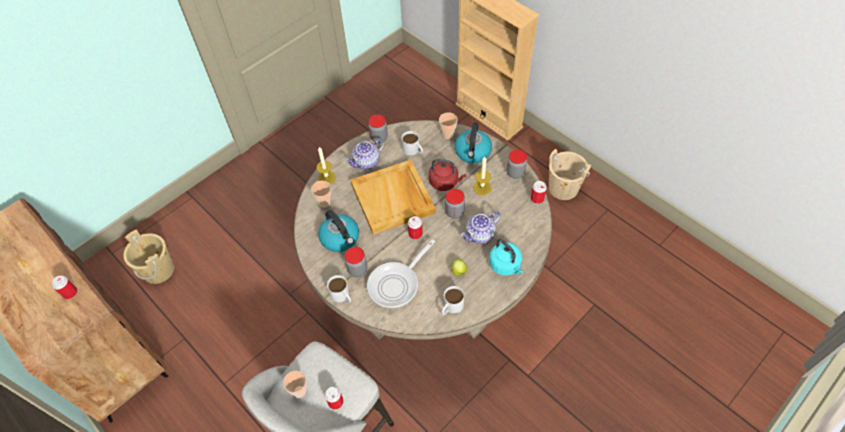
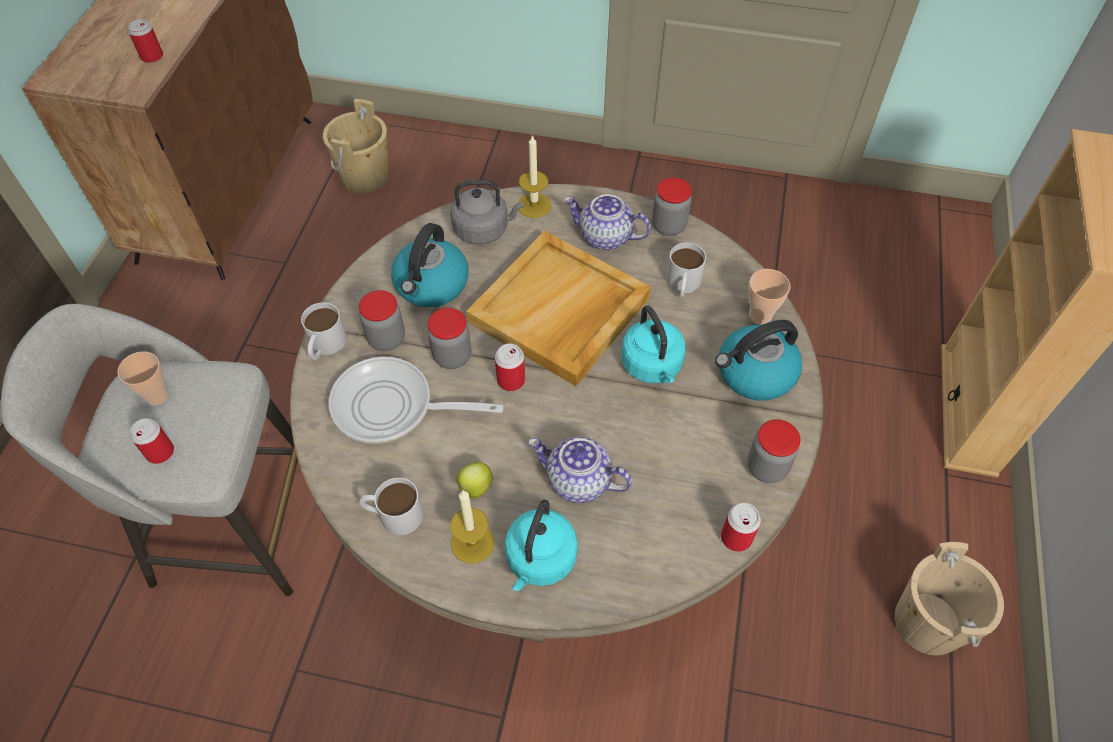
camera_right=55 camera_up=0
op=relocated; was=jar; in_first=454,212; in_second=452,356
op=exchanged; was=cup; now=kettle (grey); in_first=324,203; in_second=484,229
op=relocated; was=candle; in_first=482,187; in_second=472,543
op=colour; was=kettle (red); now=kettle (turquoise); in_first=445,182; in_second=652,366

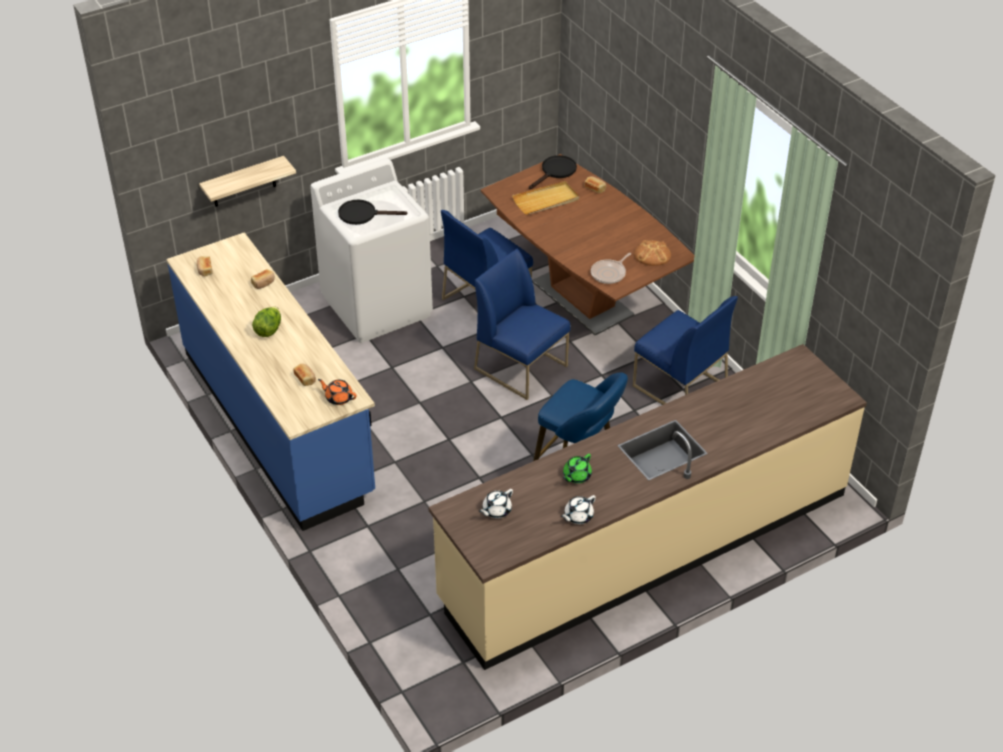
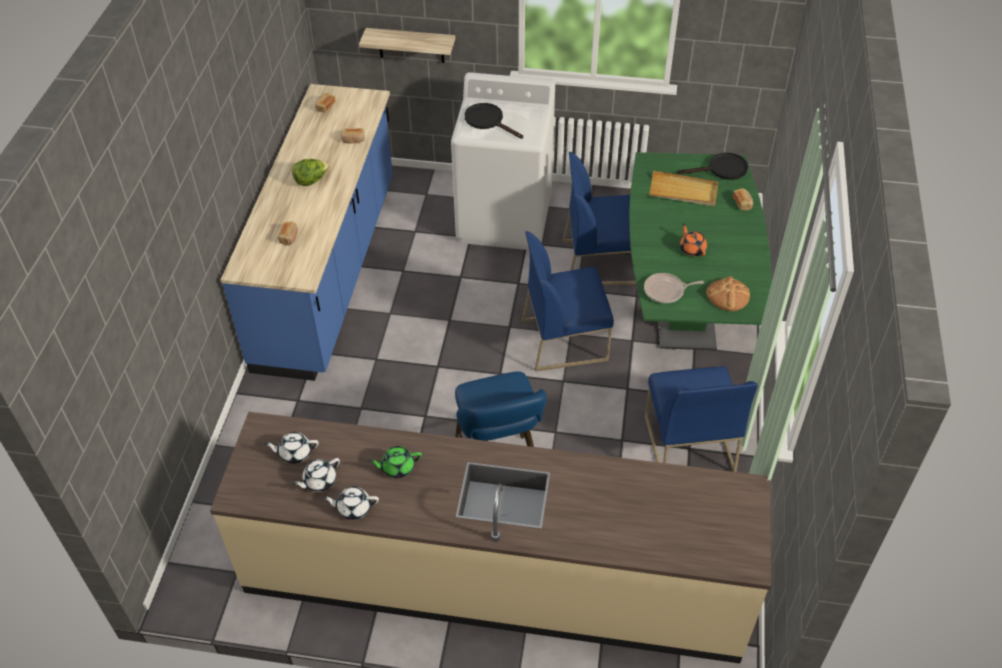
camera_right=40 camera_up=5
op=appeared; now=teapot (white); in_second=319,481
op=spun; was=chair (blue); in_first=522,367; in_second=565,339; clockwise=-90
op=colour; was=dining table (brown); now=dining table (green); in_first=582,299; in_second=684,308
op=relocated; was=teapot (orange); in_first=338,398; in_second=692,249

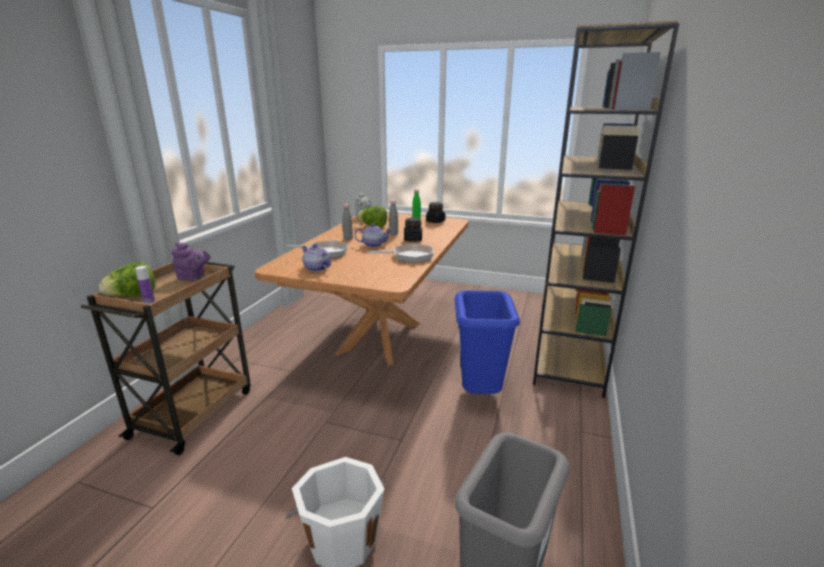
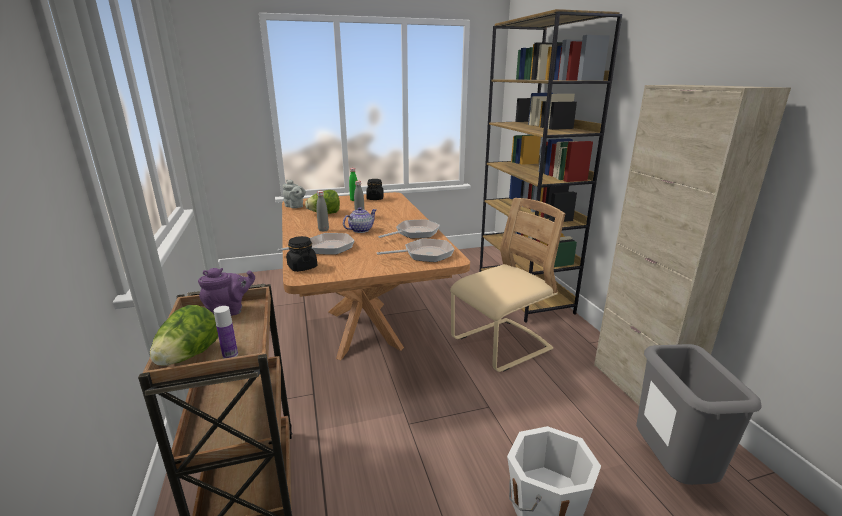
camera_right=-35 camera_up=0
op=relocated; was=jar (black); in_first=413,240; in_second=302,267
op=appeared; now=frying pan; in_second=424,254
op=exchanged; was=trash can (blue); now=chair (beige); in_first=479,395; in_second=501,345
op=appeared; now=cabinet (beige); in_second=639,388
op=missing; was=teapot; in_first=316,268

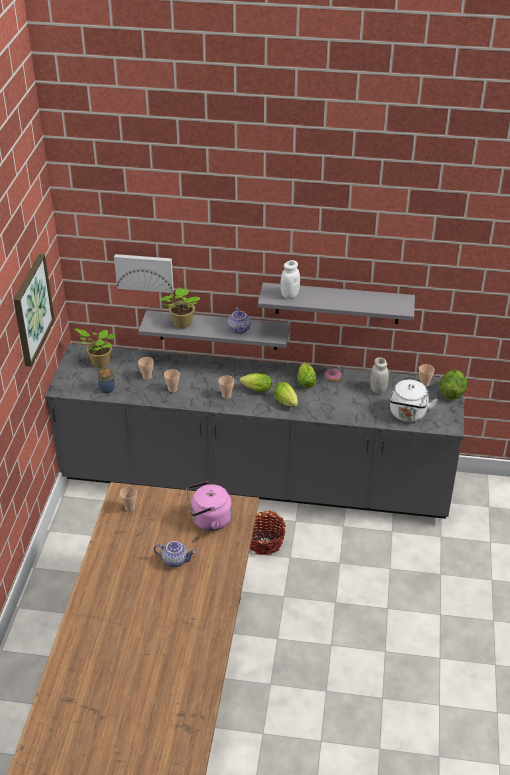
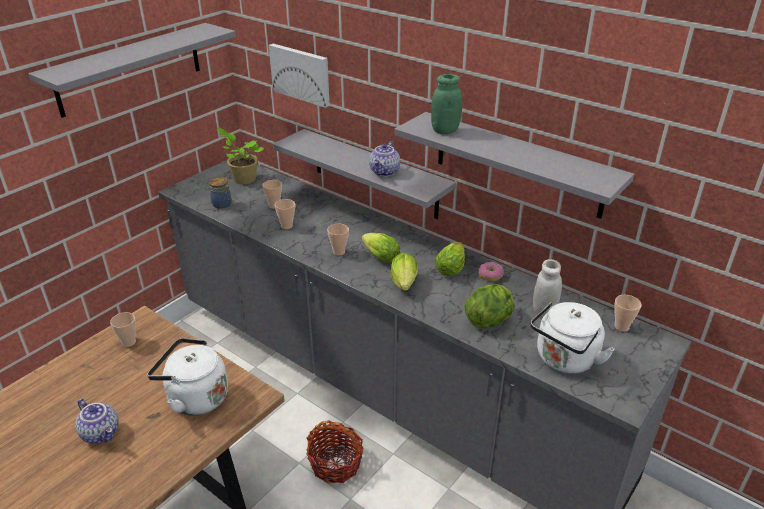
camera_right=30 camera_up=-5
op=exchanged; was=picture; now=shelf (grey); in_first=32,309; in_second=130,69
op=colour; was=kettle (pink); now=kettle (white); in_first=208,520; in_second=194,397
op=colour; was=jar (white); now=jar (green); in_first=289,295; in_second=445,130
op=relocated; was=lettuce; in_first=451,393; in_second=489,320
op=missing; was=potted plant; in_first=181,324

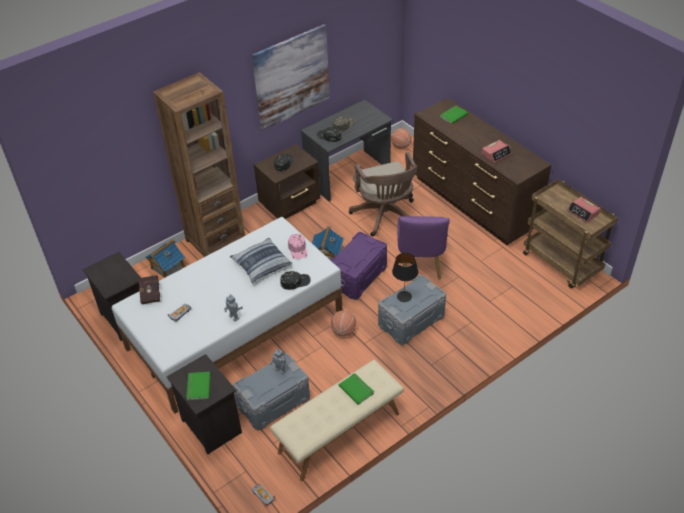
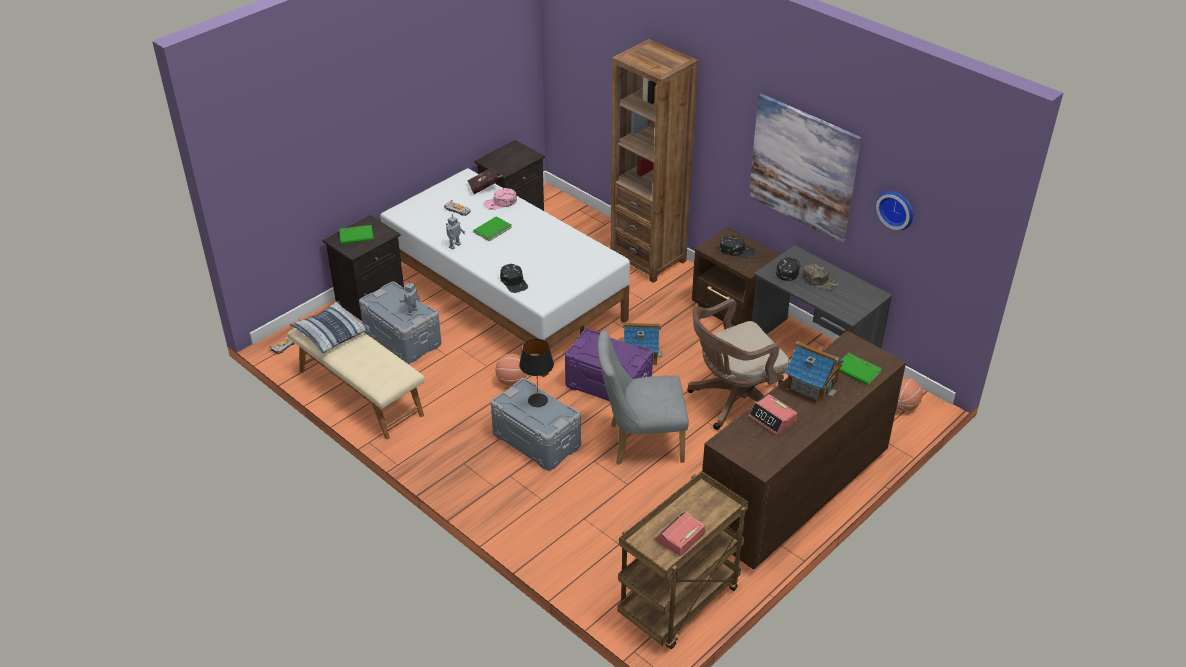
camera_right=80 camera_up=-5
op=relocated; was=pillow; in_first=261,264; in_second=331,333
op=relocated; was=book (green); in_first=357,389; in_second=493,230
op=relocated; was=cap (pink); in_first=298,249; in_second=500,203
op=colour; was=chair (purple); now=chair (grey); in_first=420,266; in_second=640,443
op=relocated; was=toy house; in_first=167,267; in_second=811,384
op=appeared; now=wall clock; in_second=896,209

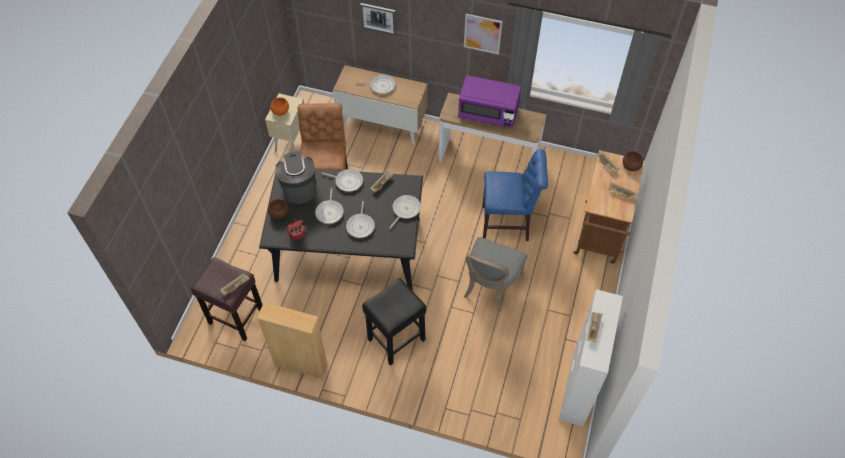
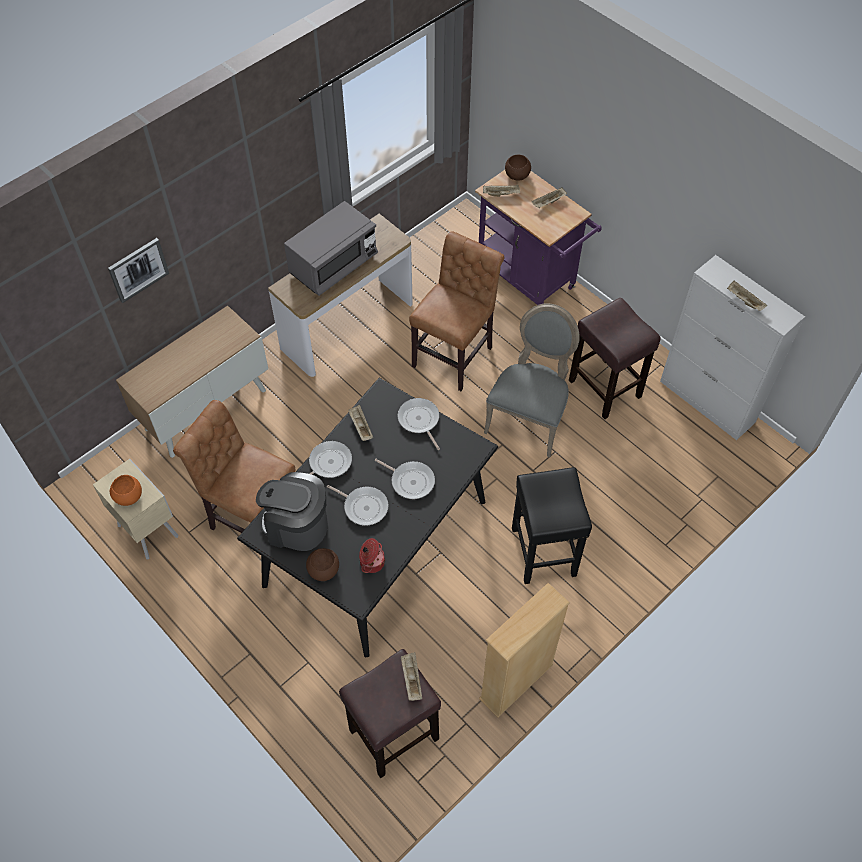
camera_right=-60 camera_up=0
op=colour; was=microwave (purple); now=microwave (grey); in_first=488,113; in_second=333,265
op=colour; was=chair (blue); now=chair (brown); in_first=508,224; in_second=455,354
op=colour; was=cart (brown); now=cart (purple); in_first=599,236; in_second=530,281
op=spun; was=chair (grey); in_first=490,286; in_second=529,417; clockwise=-120
op=appeared; now=stool (brown); in_second=606,389
op=missing; was=frying pan; in_first=381,85
op=missing; was=picture; in_first=482,34

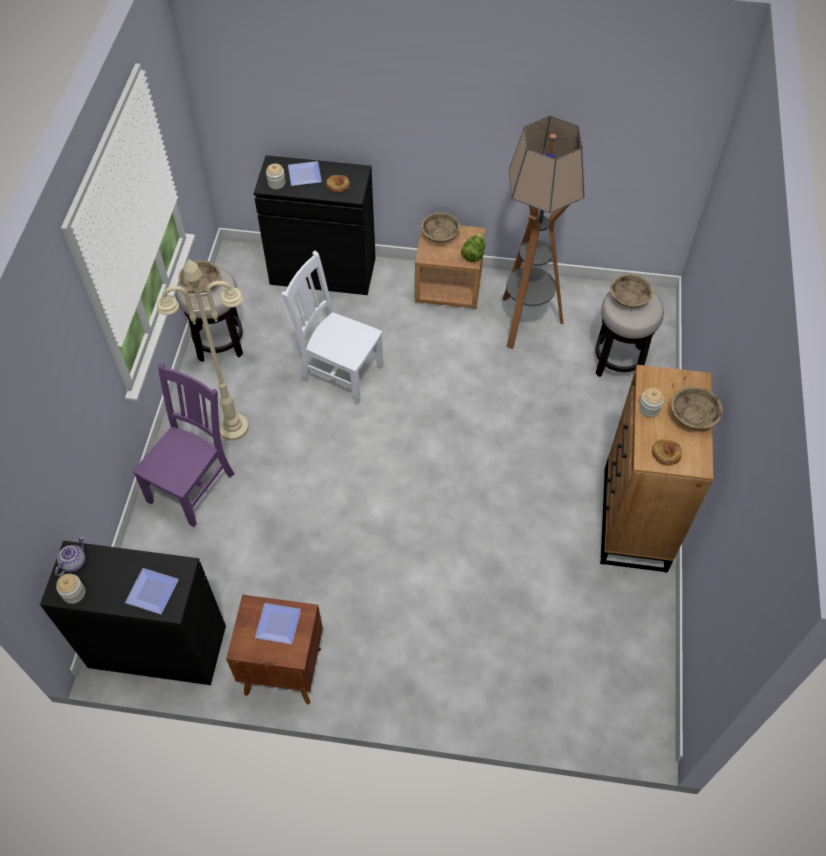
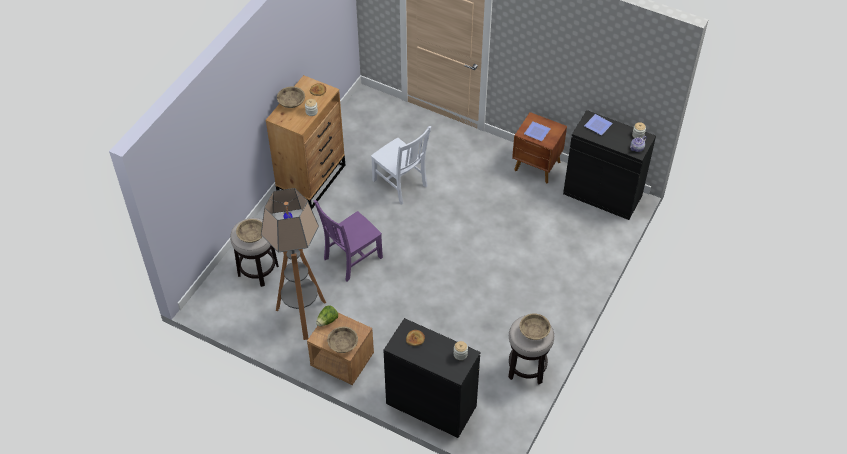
camera_right=-160 camera_up=-5
op=relocated; was=chair (purple); in_first=193,485; in_second=351,259
op=relocated; was=chair (white); in_first=339,371; in_second=401,184
op=missing; was=floor lamp (beige); in_first=234,427
op=missing; was=plate; in_first=303,174

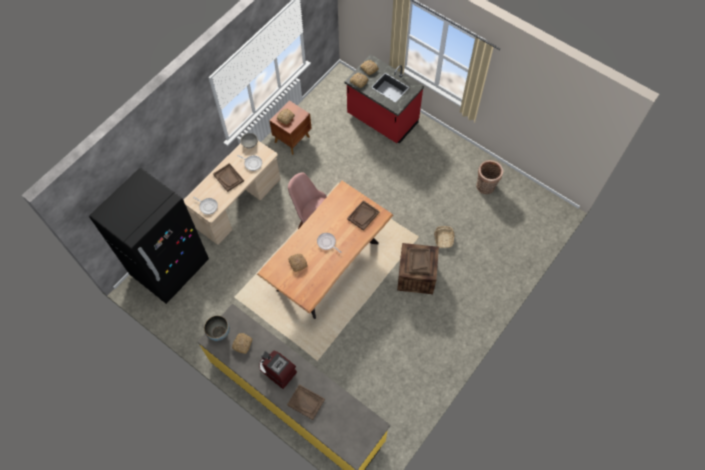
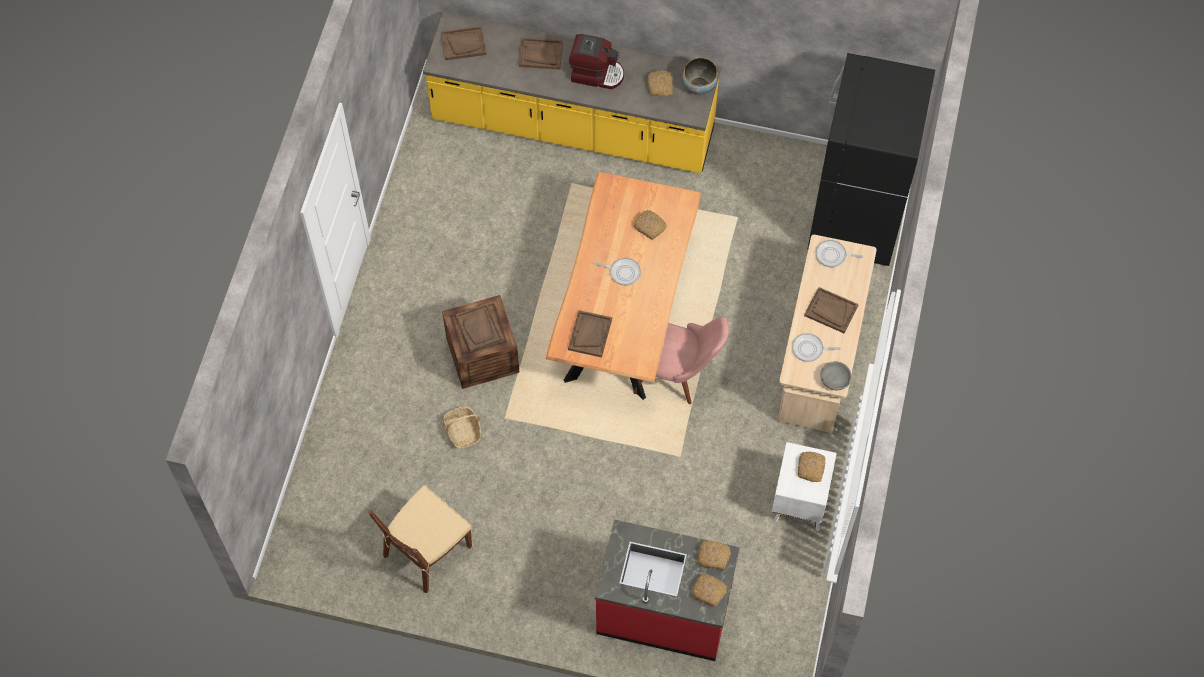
camera_right=155 camera_up=0
op=exchanged; was=basket; now=chair (brown); in_first=485,187; in_second=427,551
op=appeared; now=tray (brown); in_second=464,44
op=colour; was=nightstand (brown); now=nightstand (white); in_first=293,139; in_second=799,503

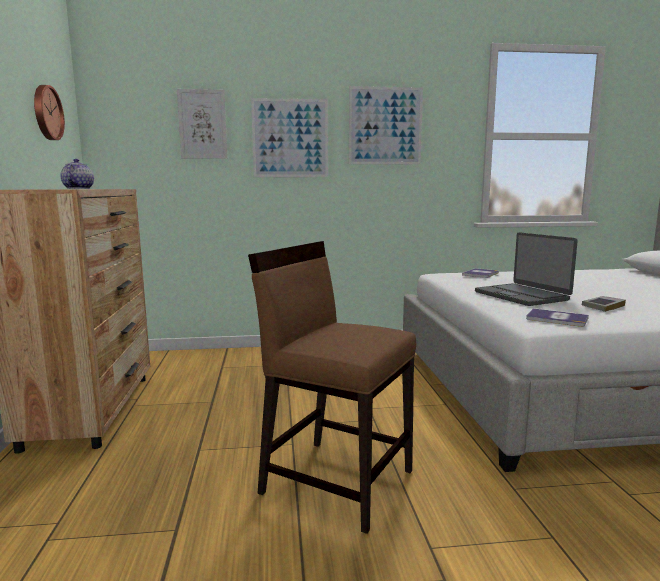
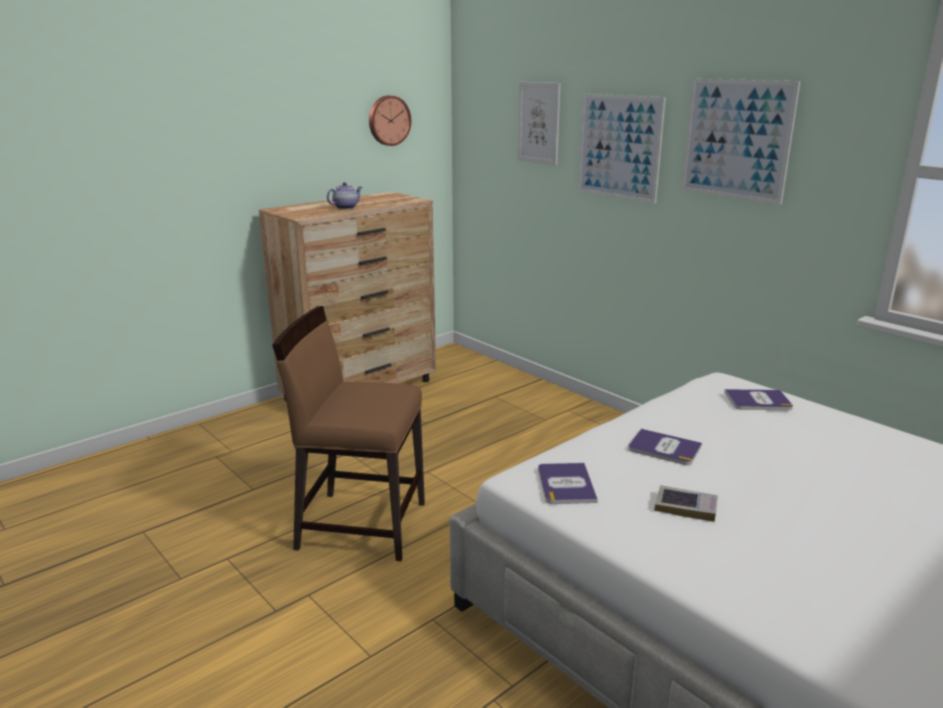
camera_right=55 camera_up=10
op=spun; was=chair (brown); in_first=336,480; in_second=361,524; clockwise=-75
op=exchanged; was=laptop; now=book; in_first=521,296; in_second=664,448

